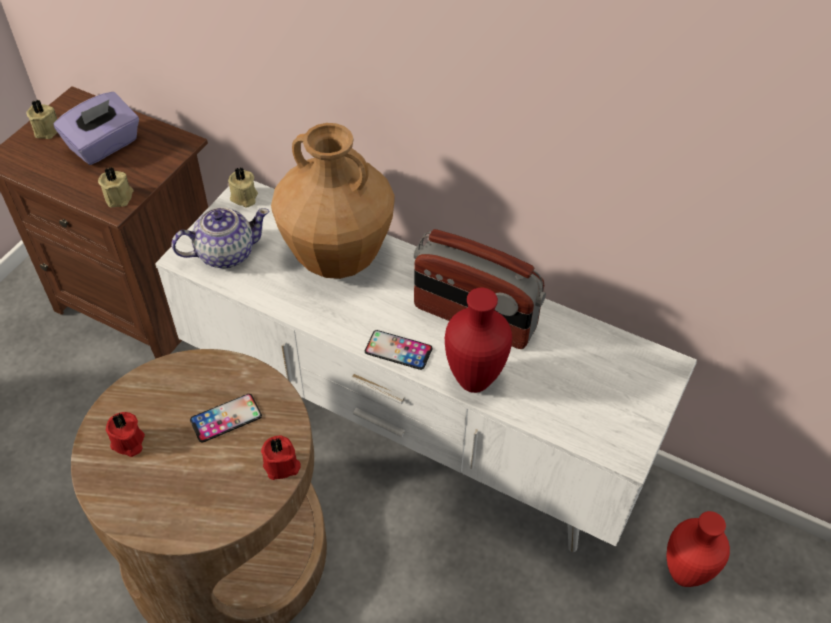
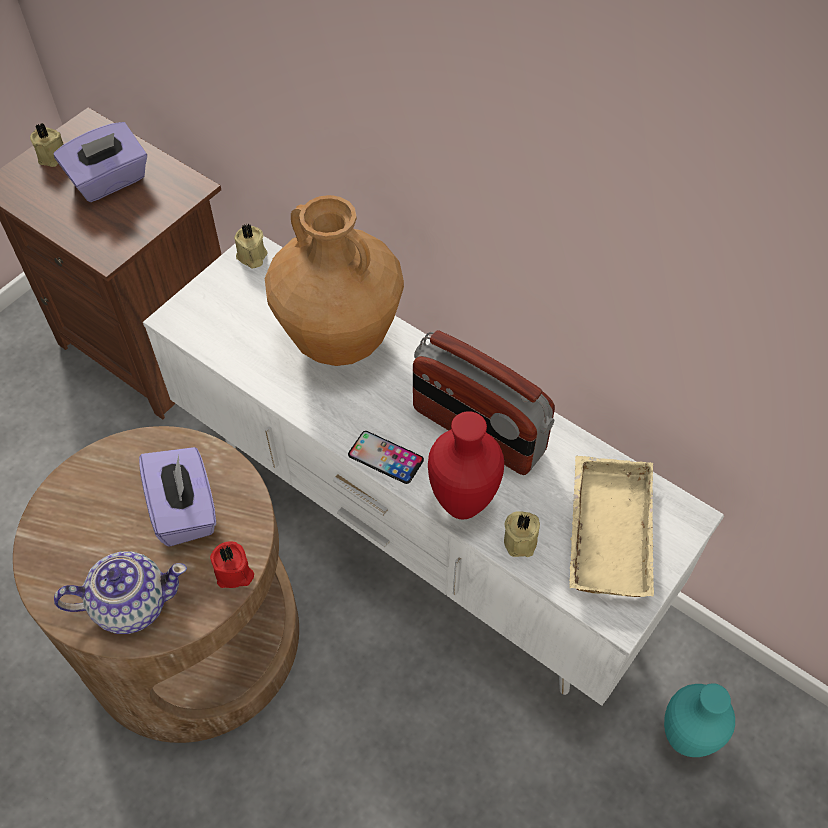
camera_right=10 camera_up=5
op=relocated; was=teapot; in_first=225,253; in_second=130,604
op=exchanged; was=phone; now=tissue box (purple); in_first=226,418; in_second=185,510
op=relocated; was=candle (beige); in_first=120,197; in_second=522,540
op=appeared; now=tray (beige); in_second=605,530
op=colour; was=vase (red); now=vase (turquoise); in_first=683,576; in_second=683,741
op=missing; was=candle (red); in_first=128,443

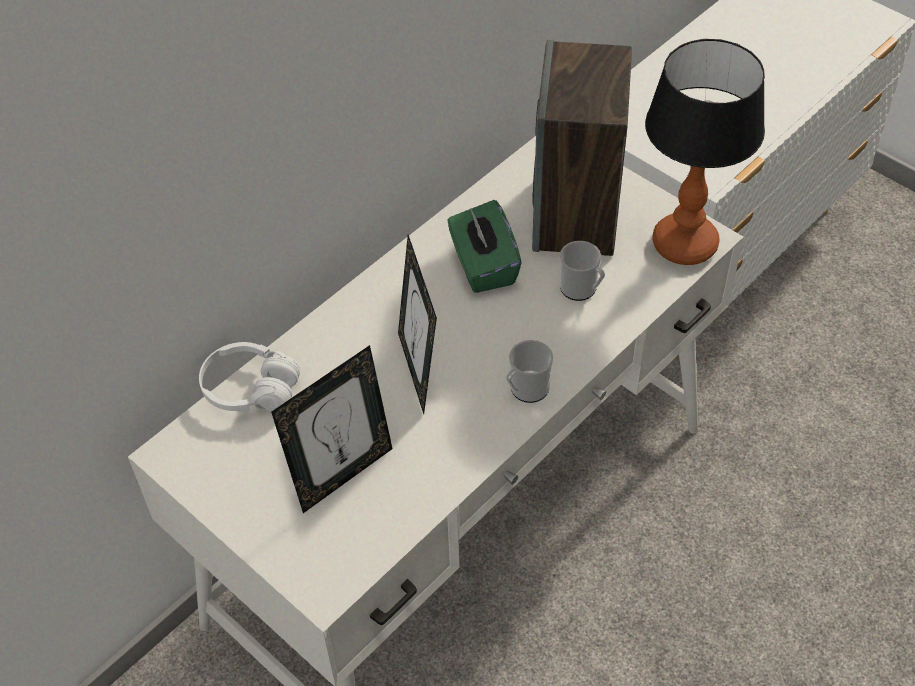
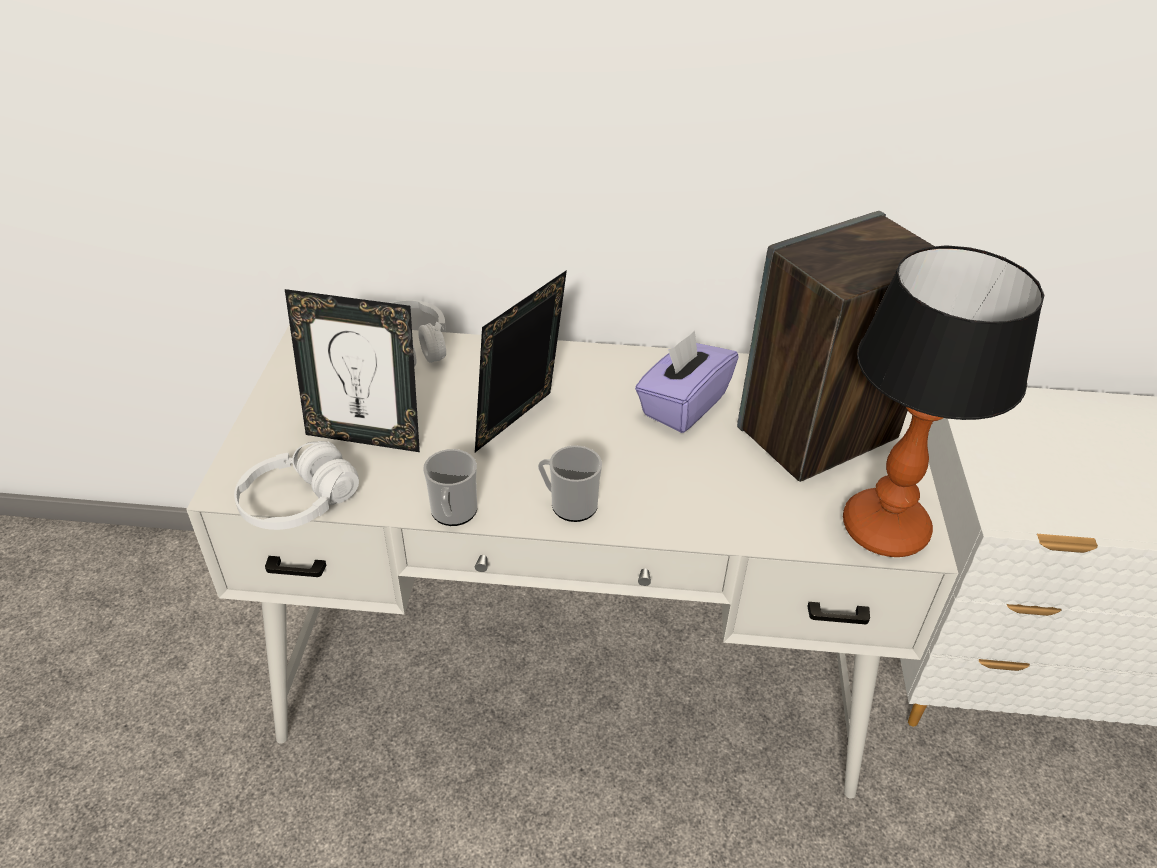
camera_right=50 camera_up=-10
op=appeared; now=headphones (white); in_second=299,503
op=relocated; was=mug; in_first=581,289; in_second=453,514
op=colour; was=tissue box (green); now=tissue box (purple); in_first=483,265; in_second=682,405

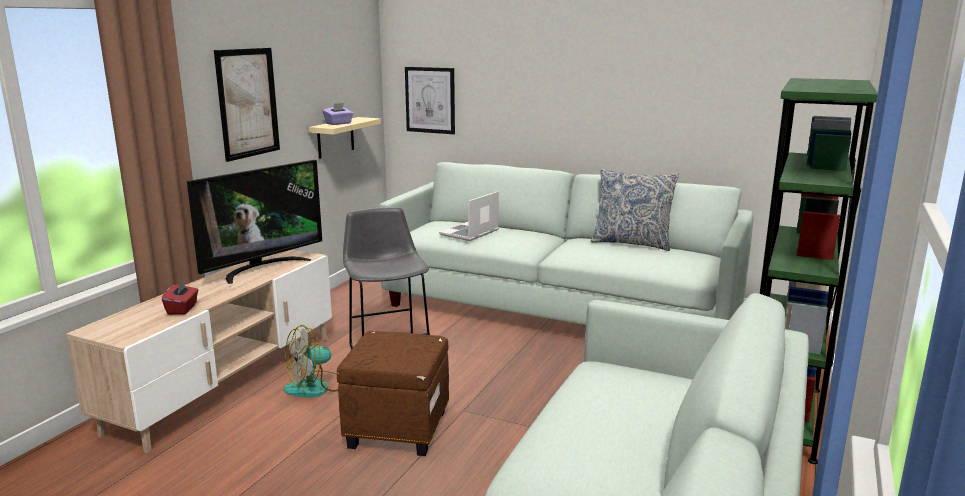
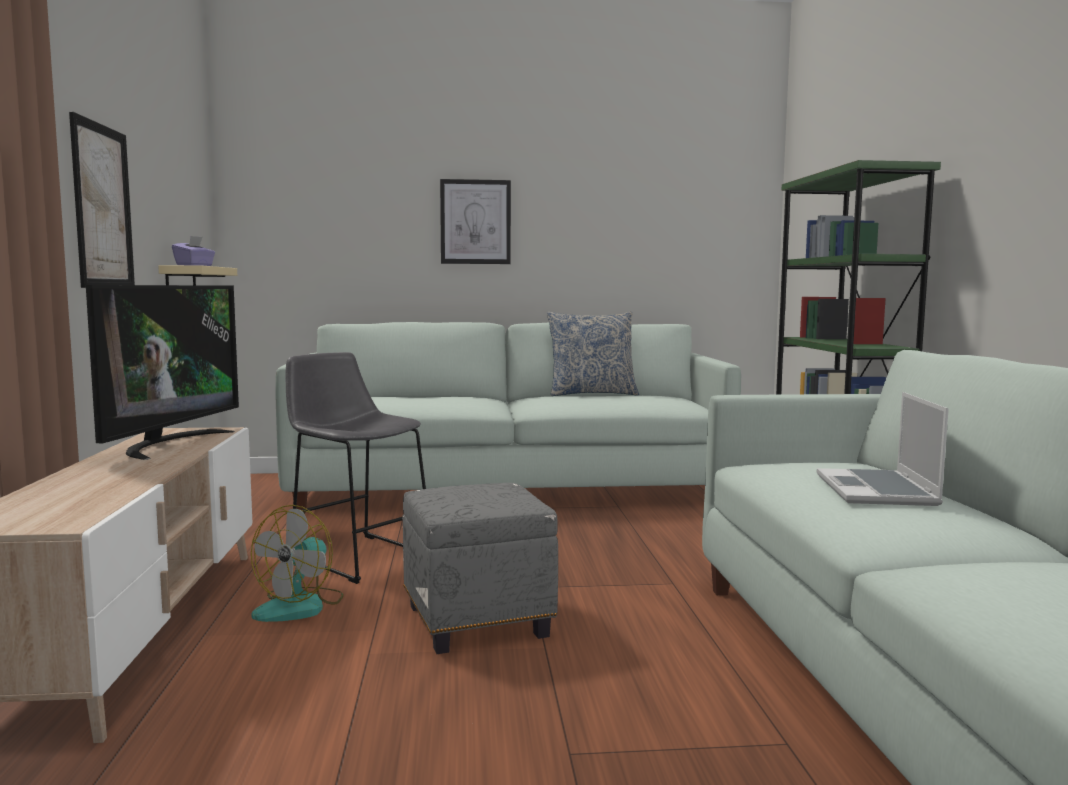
camera_right=-30 camera_up=-10
op=colour; was=ottoman (brown); now=ottoman (grey); in_first=398,430; in_second=479,621
op=relocated; was=picture; in_first=430,100; in_second=475,222
op=relocated; was=laptop; in_first=469,233; in_second=878,491
op=missing; was=tissue box (red); in_first=182,309

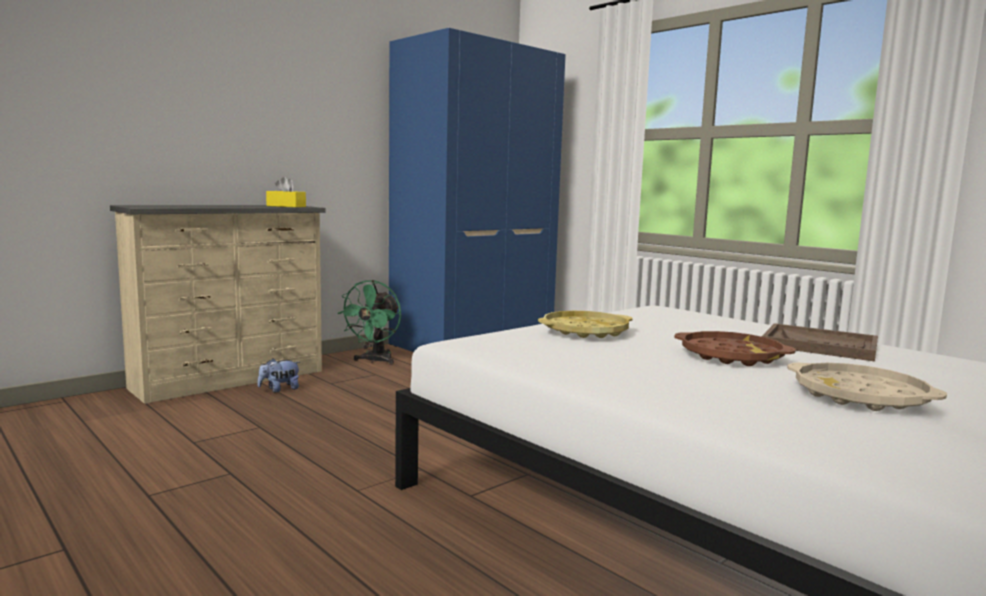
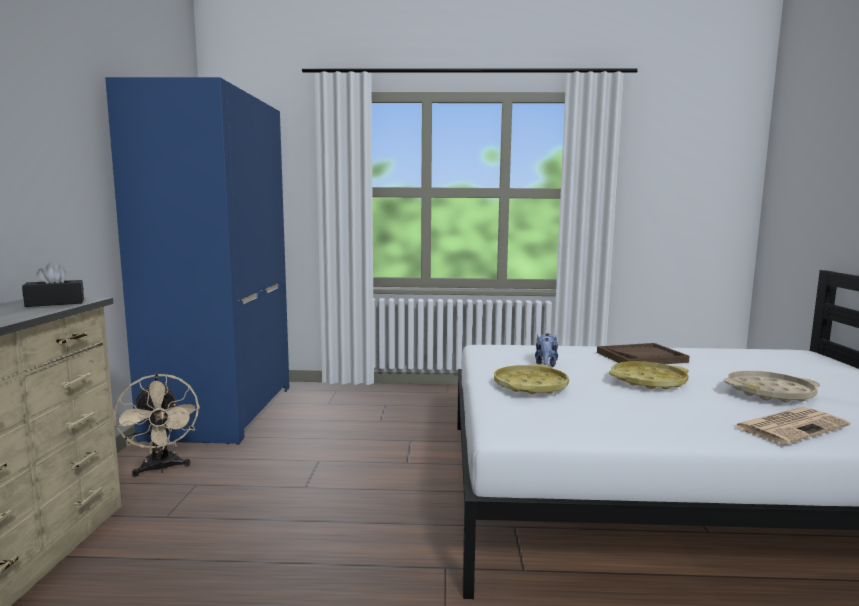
camera_right=-45 camera_up=0
op=colour; was=tissue box (yellow); now=tissue box (black); in_first=286,206; in_second=55,303
op=colour; was=fan (green); now=fan (beige); in_first=374,361; in_second=161,468
op=relocated; was=plush toy; in_first=279,389; in_second=545,365
op=colour; was=tray (brown); now=tray (yellow); in_first=731,356; in_second=648,381
op=appeared; now=newspaper; in_second=790,426

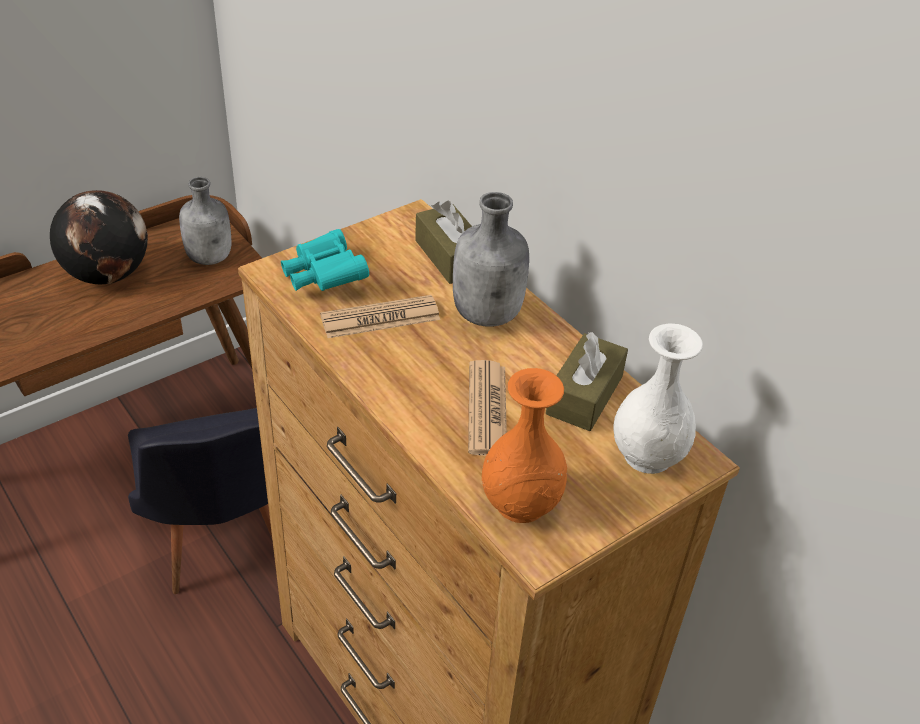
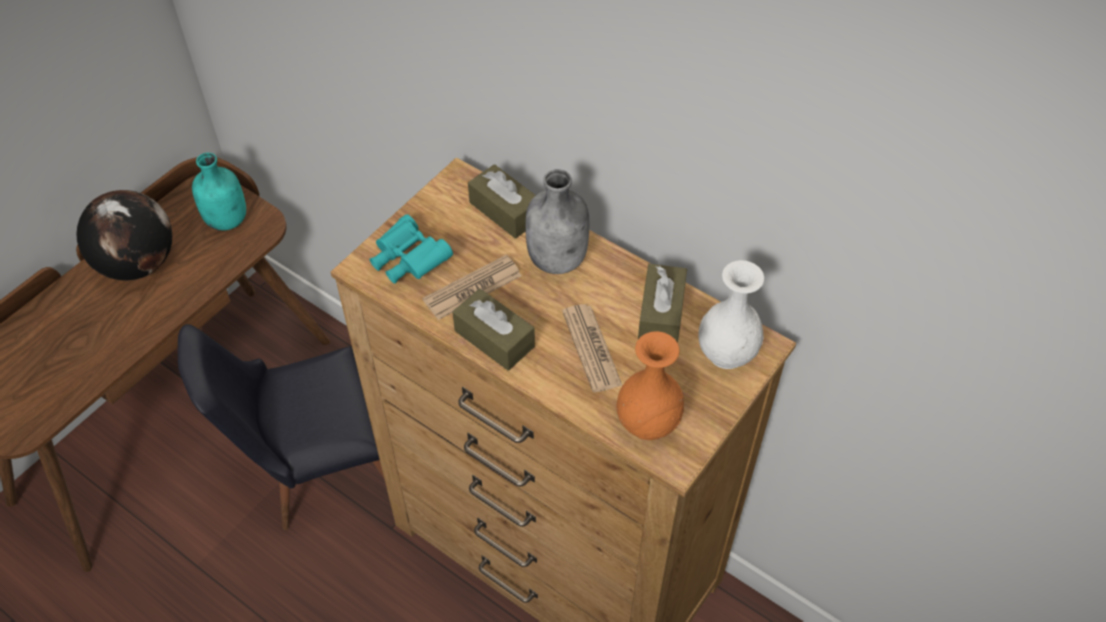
camera_right=-15 camera_up=10
op=spun; was=chair (black); in_first=223,544; in_second=315,470; clockwise=105
op=colour; was=bottle (grey); now=bottle (turquoise); in_first=210,257; in_second=228,220
op=appeared; now=tissue box (brown); in_second=494,338

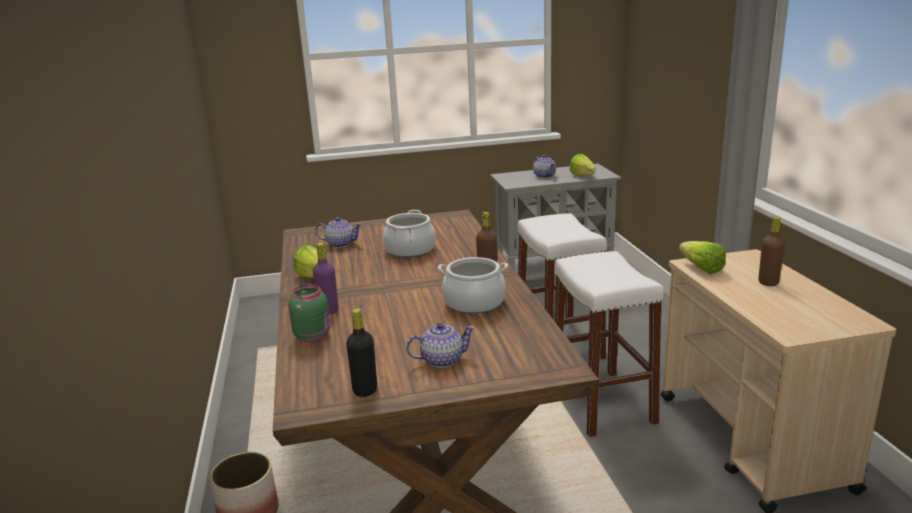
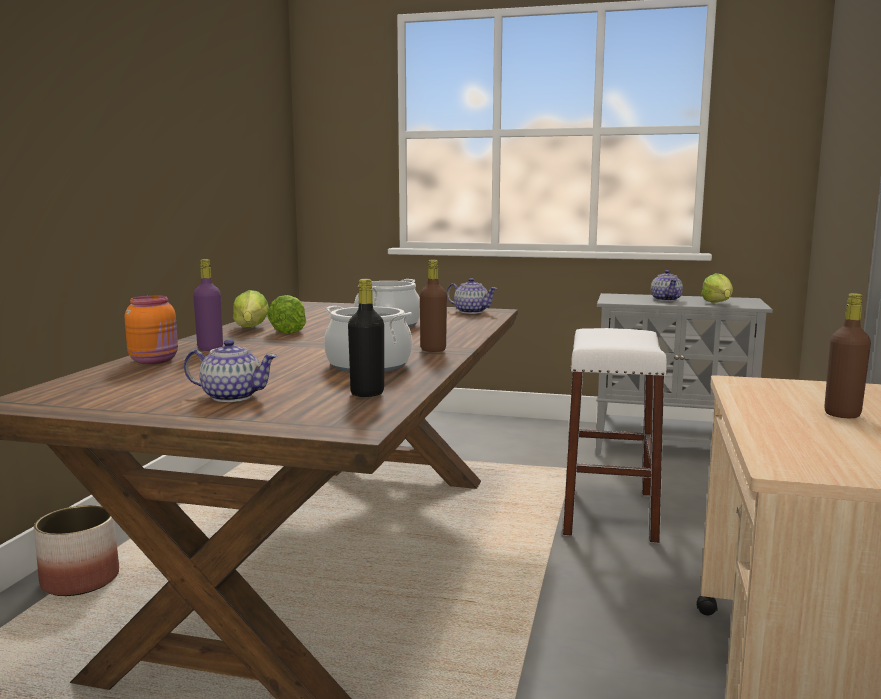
camera_right=25 camera_up=-10
op=colour; was=jar (green); now=jar (orange); in_first=313,335; in_second=155,360
op=relocated; was=lettuce; in_first=699,267; in_second=291,330
op=relocated; was=bottle (black); in_first=365,390; in_second=367,393
op=relocated; was=teapot; in_first=340,244; in_second=471,311
op=missing; was=stool (white); in_first=602,403

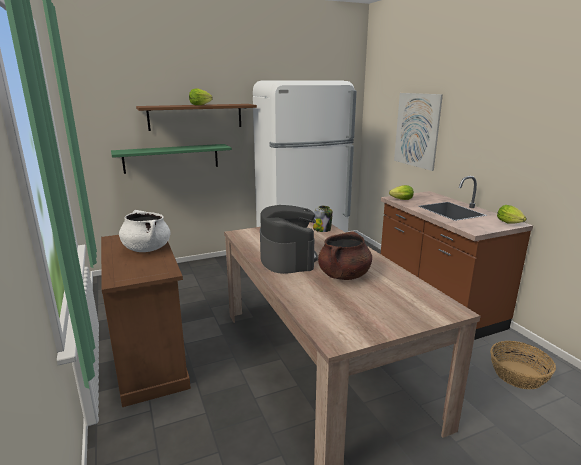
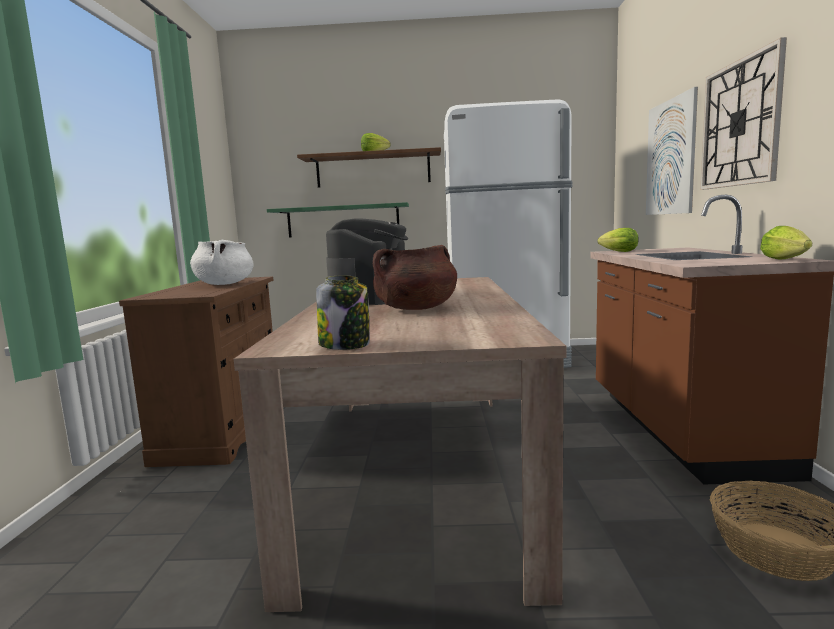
camera_right=25 camera_up=-10
op=relocated; was=jar; in_first=322,229; in_second=345,345
op=appeared; now=wall clock; in_second=740,123

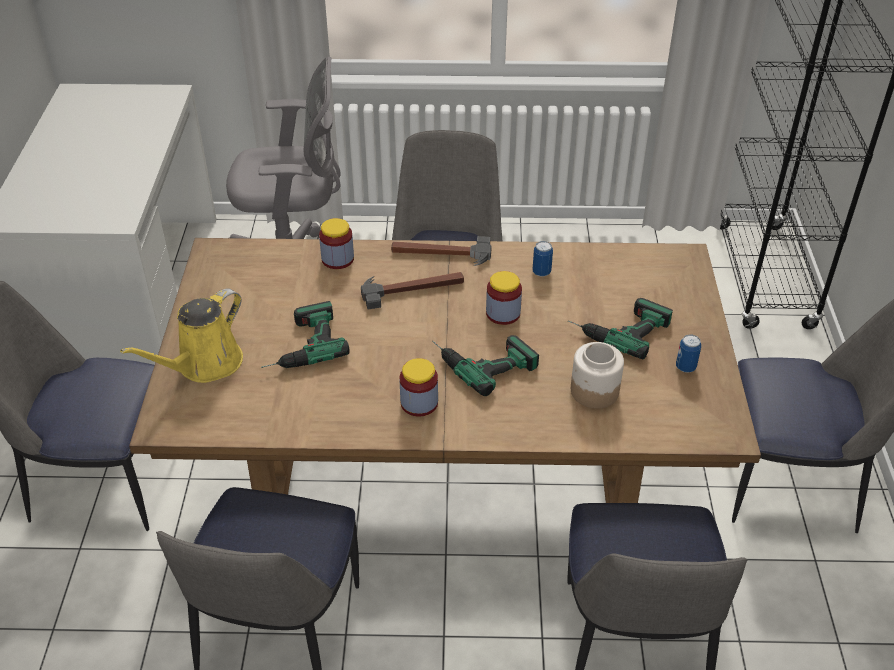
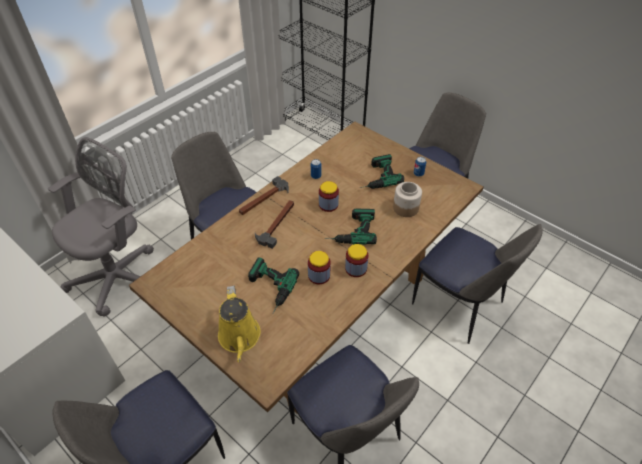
camera_right=-50 camera_up=5
op=relocated; was=jar; in_first=337,259; in_second=319,275

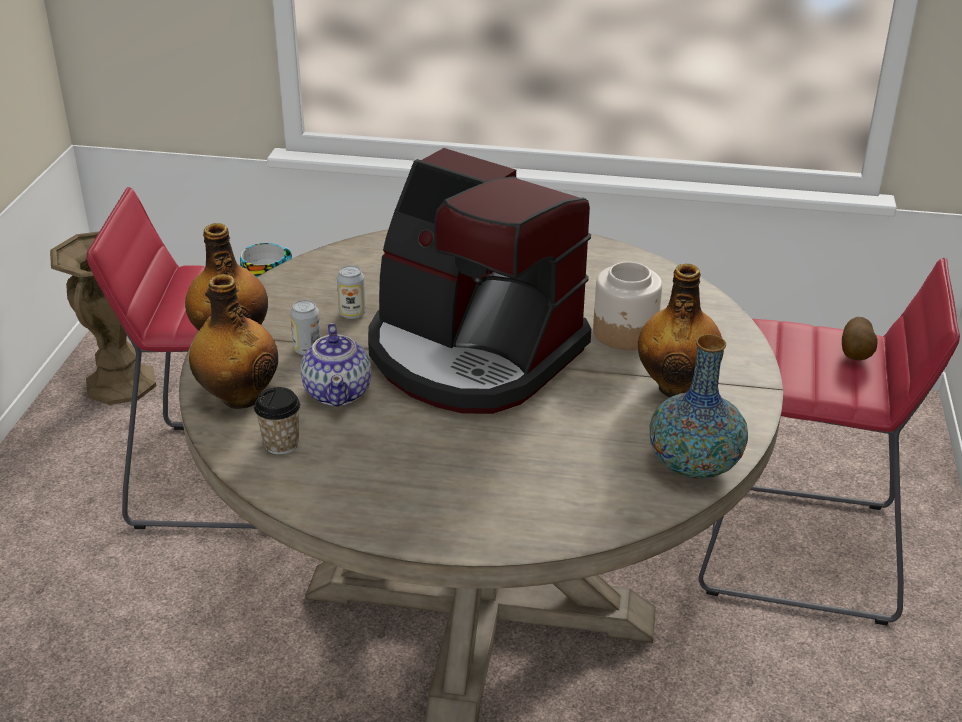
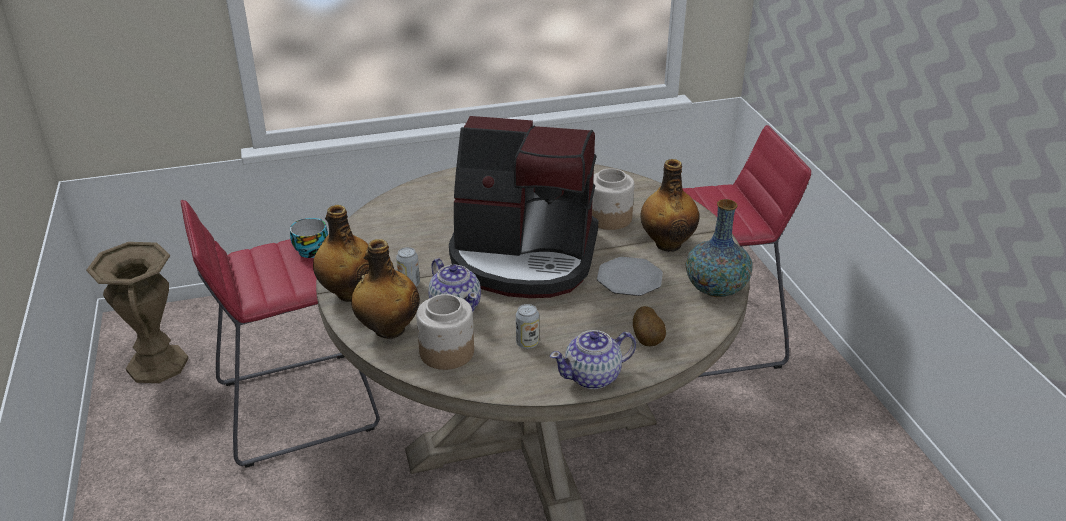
camera_right=-25 camera_up=0
op=exchanged; was=cup; now=jar; in_first=281,444; in_second=446,352
op=relocated; was=can; in_first=352,313; in_second=527,343
op=appeared; now=teapot; in_second=593,376
op=appeared; now=plate; in_second=630,279
op=relocated; was=potato; in_first=856,355; in_second=648,340

